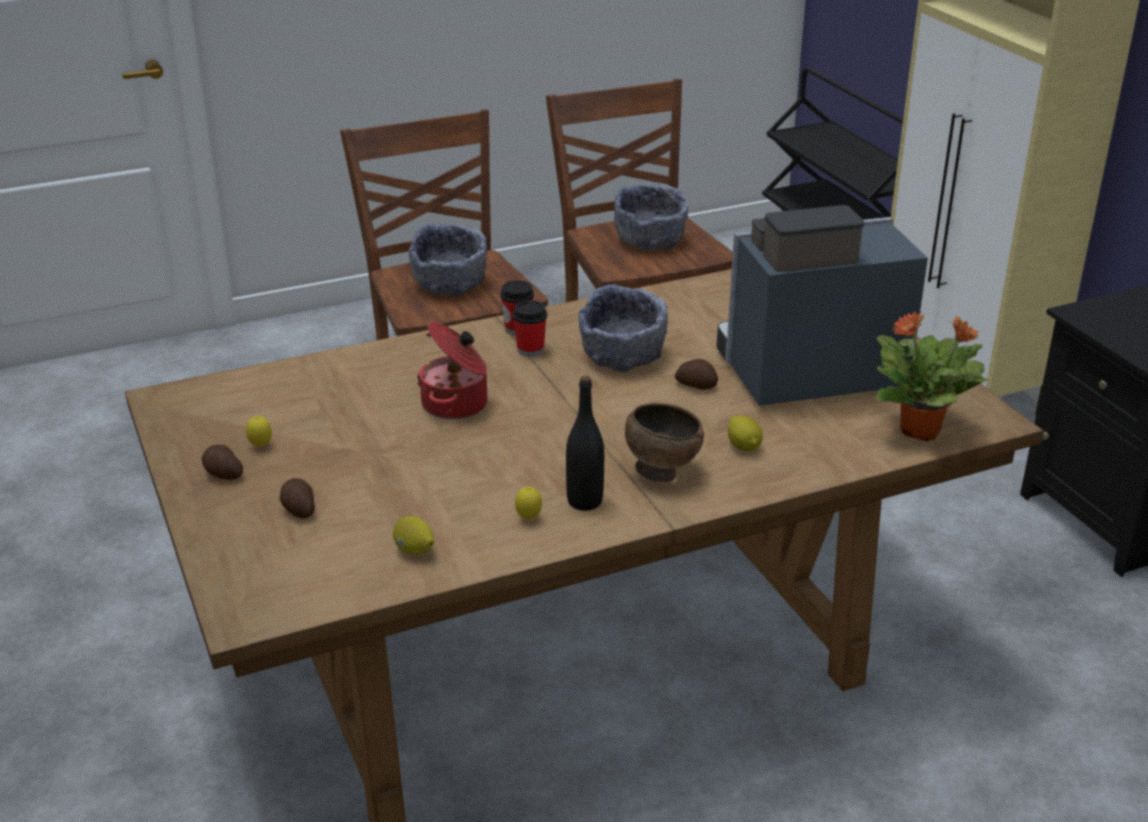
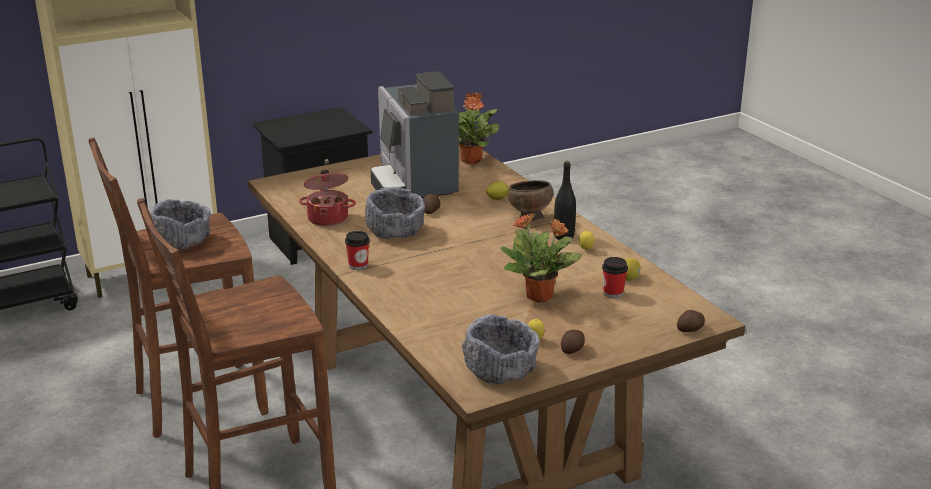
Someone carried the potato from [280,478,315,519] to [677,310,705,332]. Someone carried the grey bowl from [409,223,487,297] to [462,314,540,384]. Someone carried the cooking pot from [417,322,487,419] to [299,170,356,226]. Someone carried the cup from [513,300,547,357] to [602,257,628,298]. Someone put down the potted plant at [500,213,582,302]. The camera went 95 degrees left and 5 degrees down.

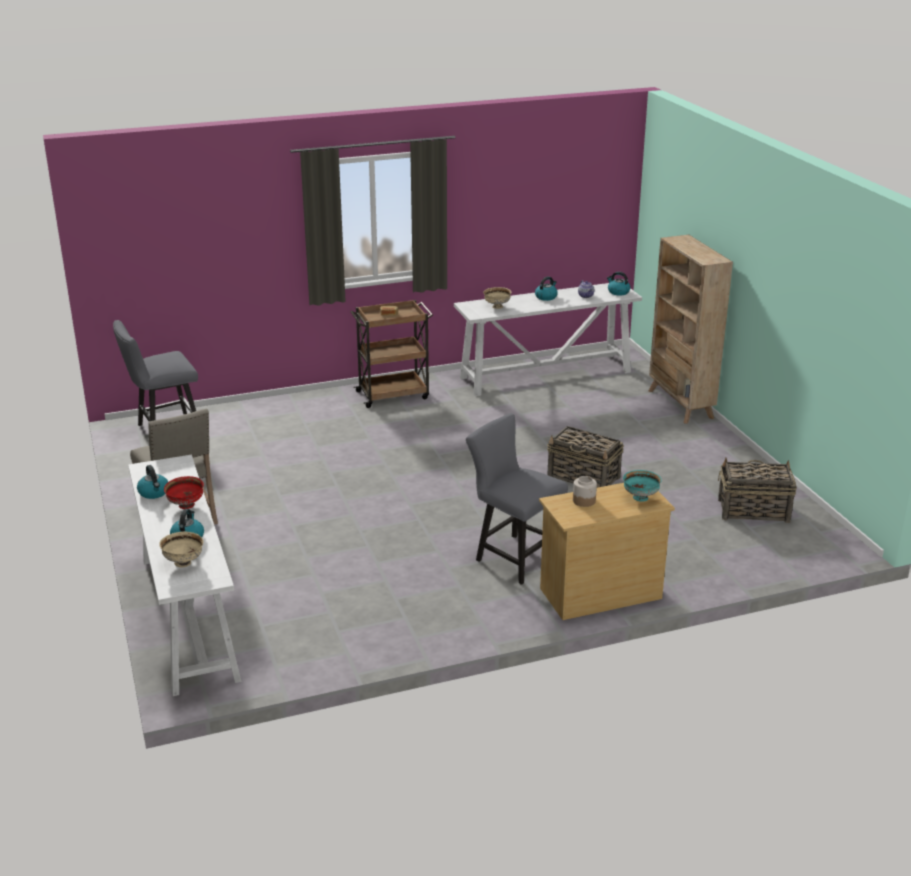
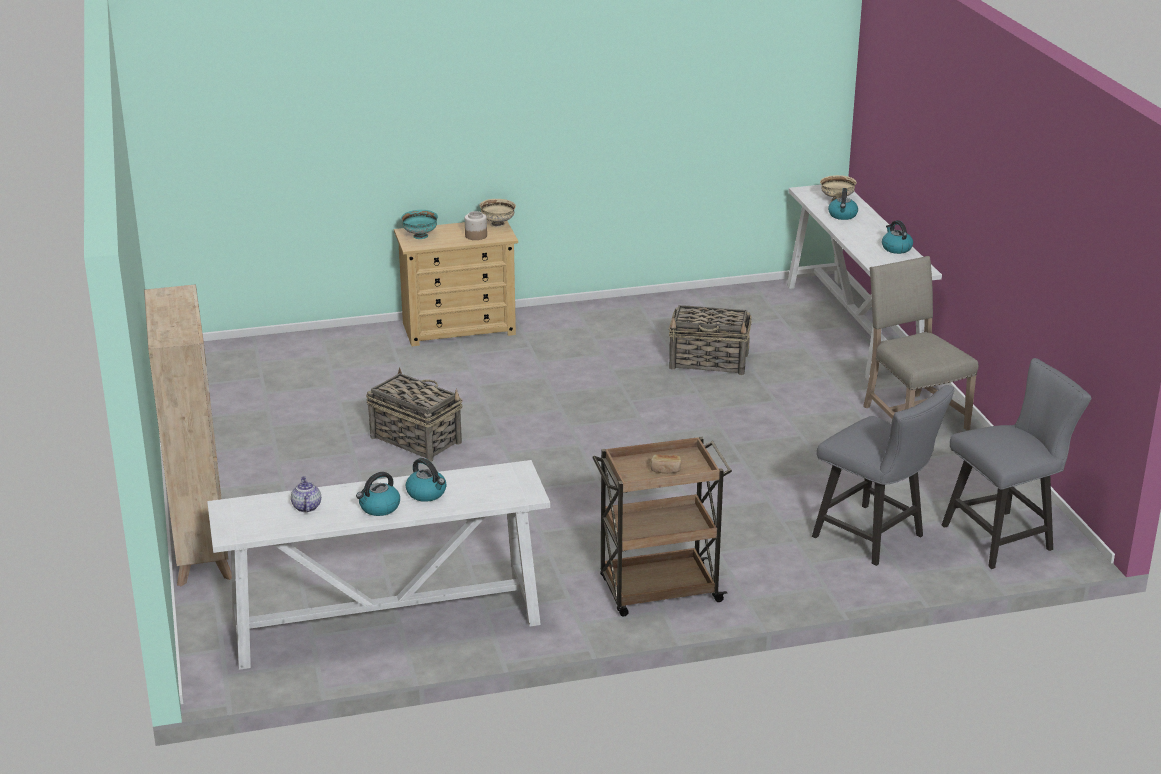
Someone took away the red bowl at [164,476,204,509]. Someone carried the grey chair from [466,413,568,585] to [812,385,955,566]. Someone carried the beige bowl from [483,287,511,309] to [480,199,516,228]. Someone carried the kettle from [607,272,630,295] to [406,458,447,502]. Someone carried the basket from [718,457,797,523] to [668,305,752,375]. The camera went 175 degrees left and 0 degrees up.

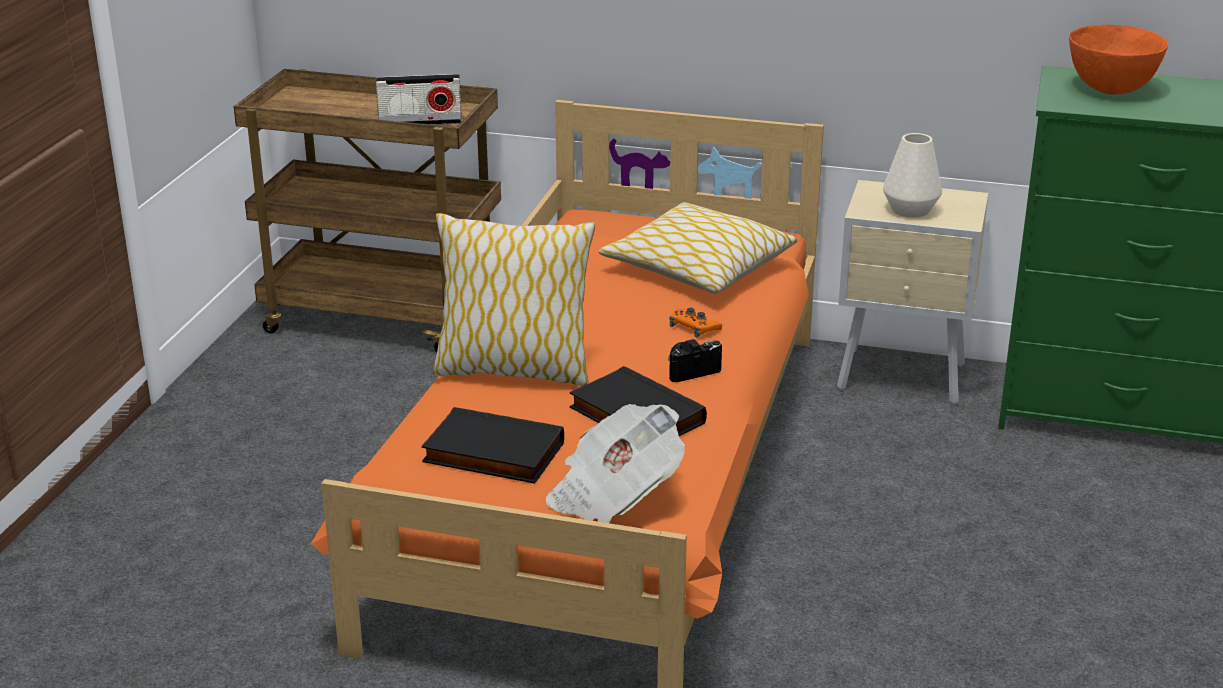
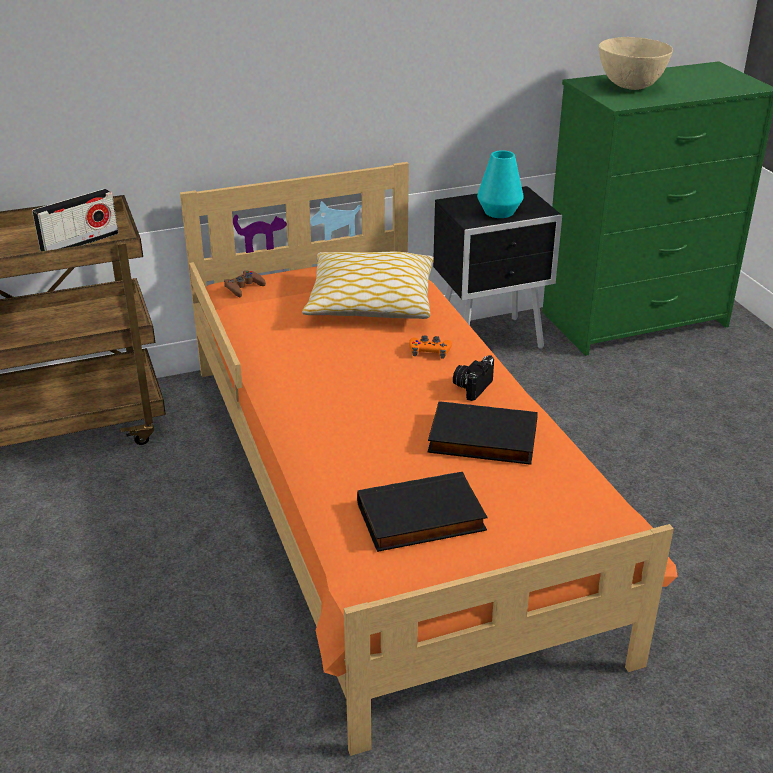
Someone took away the pillow at [433,213,595,386]. Someone took away the newspaper at [546,404,685,523]. Someone repainted the beige nightstand at [837,180,988,405], which became the black nightstand at [433,186,562,349]. Someone repainted the white vase at [883,133,942,218], which became the turquoise vase at [477,150,524,218]. Someone repainted the orange bowl at [1069,24,1168,95], which became the beige bowl at [599,37,673,90]. Someone put down the brown game controller at [224,270,266,297]. The camera went 35 degrees left and 5 degrees up.

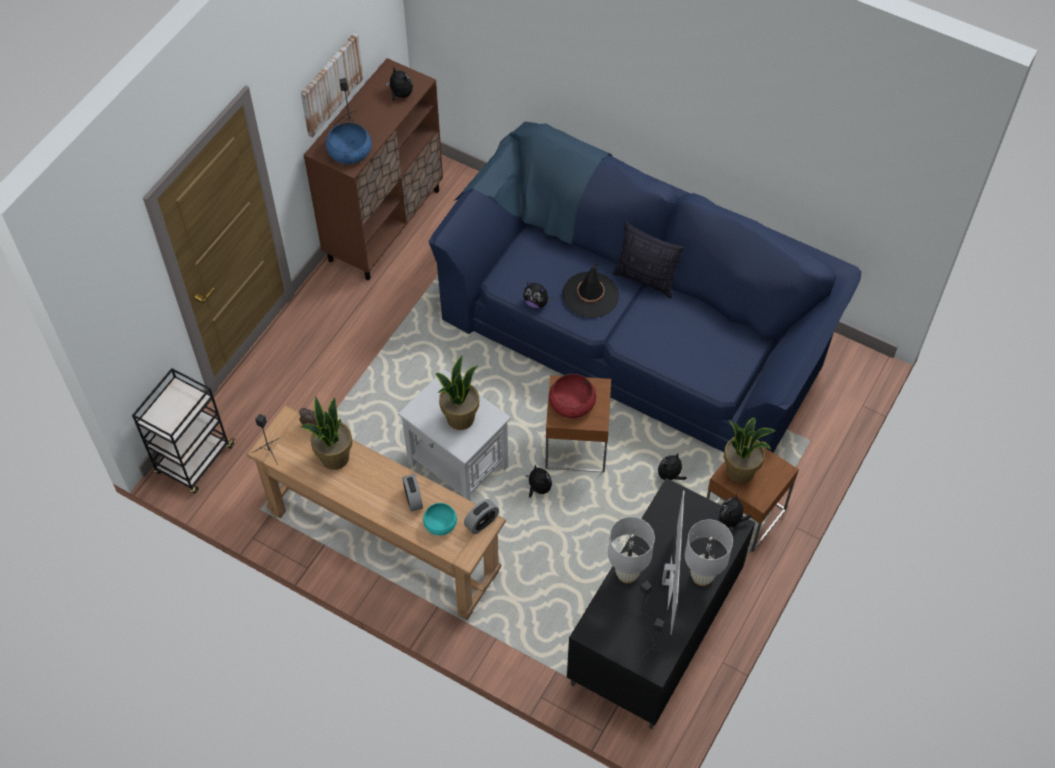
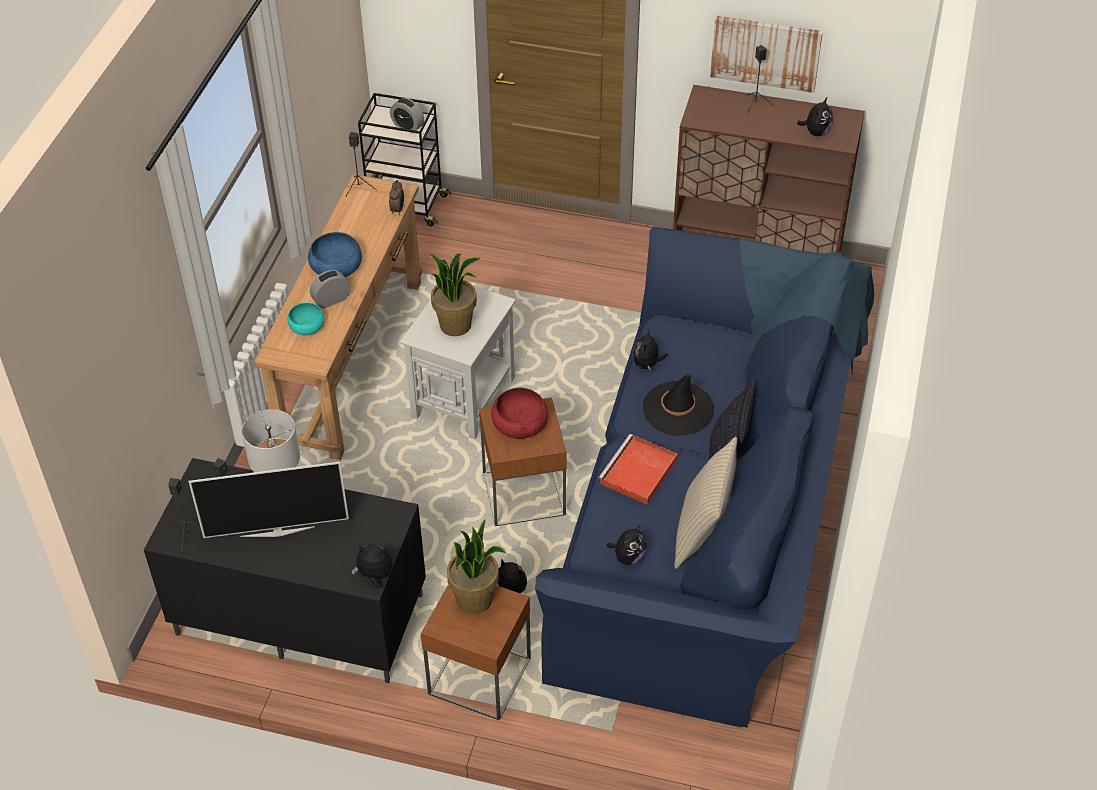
Someone took away the potted plant at [301,396,353,470]. Someone carried the blue bowl from [325,122,372,164] to [308,232,362,277]. Someone carried the alarm clock from [464,499,499,534] to [390,98,424,133]. Someone carried the plush toy from [525,464,552,498] to [607,524,646,565]. Someone took away the white table lamp at [685,520,733,586]. Someone put down the red tray at [598,434,678,504]. Someone put down the beige pillow at [674,437,737,569]. The camera went 75 degrees right and 10 degrees down.

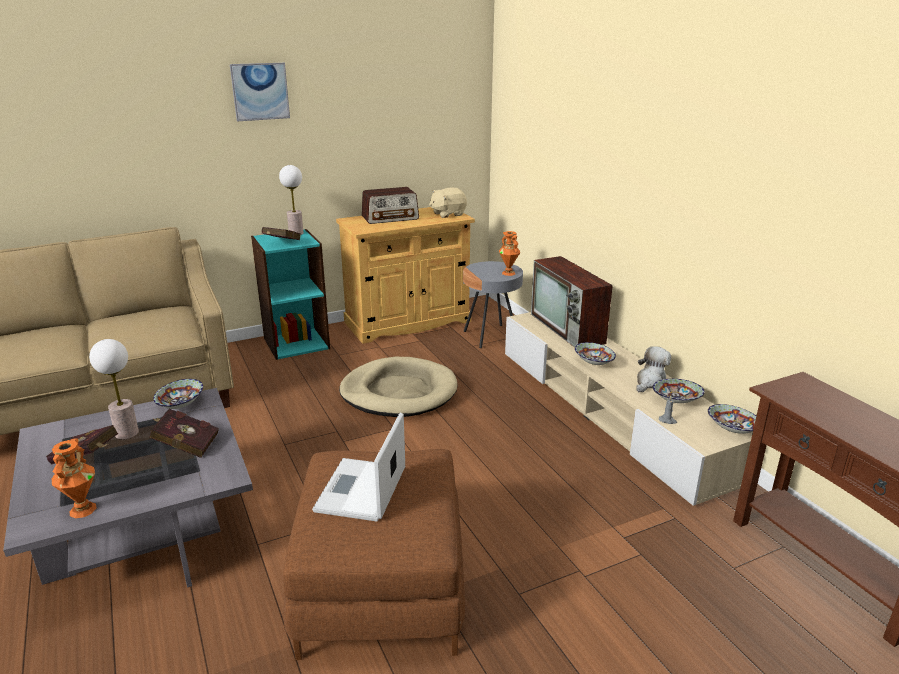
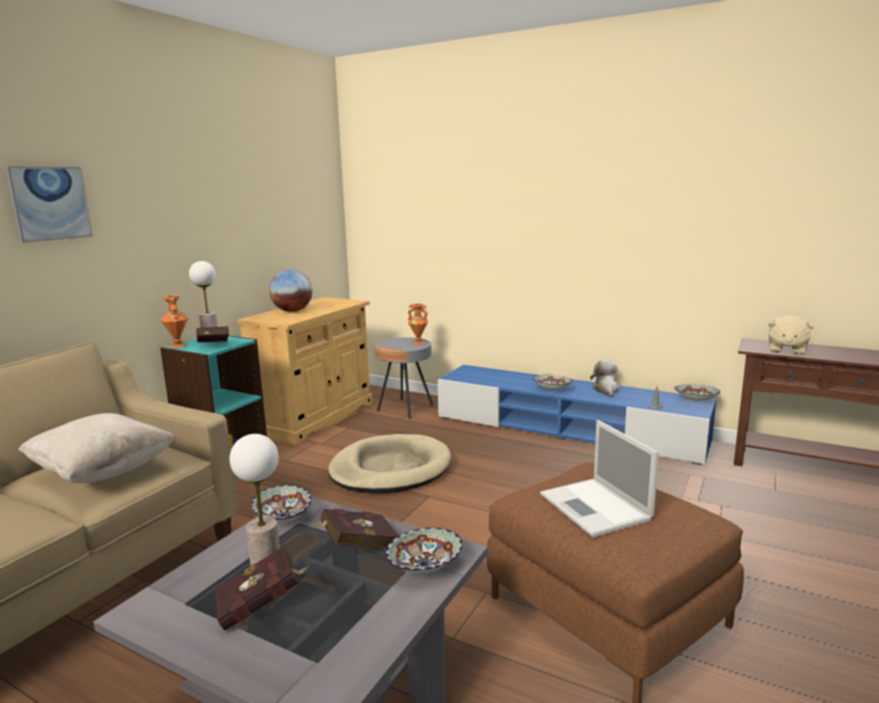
Someone carried the orange vase from [52,438,97,518] to [161,295,188,348]. Someone carried the picture from [230,63,290,121] to [5,166,92,243]. Someone swapped the radio at [361,187,419,224] for the globe at [269,269,313,312]. Someone carried the beige plush toy from [429,188,467,218] to [768,315,814,355]. Someone repainted the beige tv stand at [505,312,753,506], which became the blue tv stand at [438,365,717,465]. Someone took away the television at [531,256,613,348]. Someone carried the bowl from [653,379,705,403] to [385,528,462,574]. Someone put down the beige pillow at [18,413,176,483]. The camera went 35 degrees left and 10 degrees down.

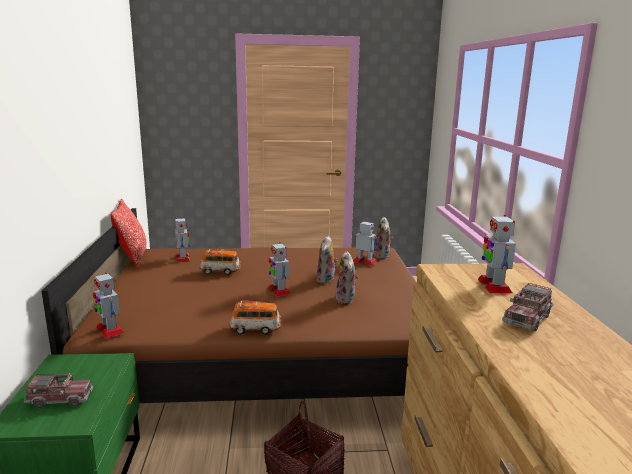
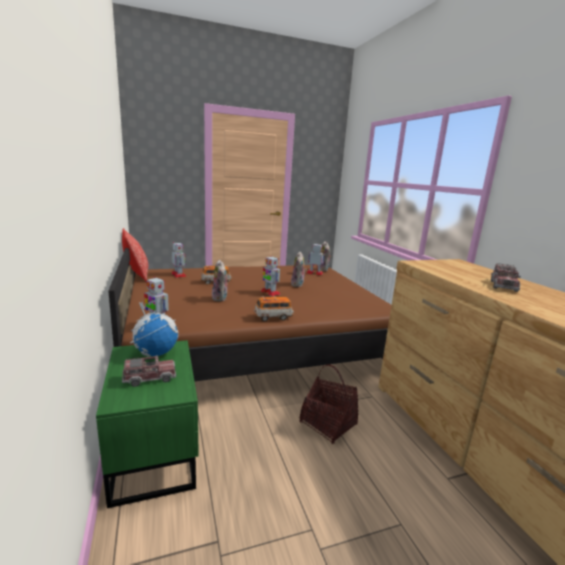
Someone carried the plush toy from [335,251,359,304] to [212,260,230,302]. Someone took away the toy robot at [478,214,516,293]. Someone put down the globe at [130,302,179,357]. The camera went 15 degrees left and 0 degrees up.

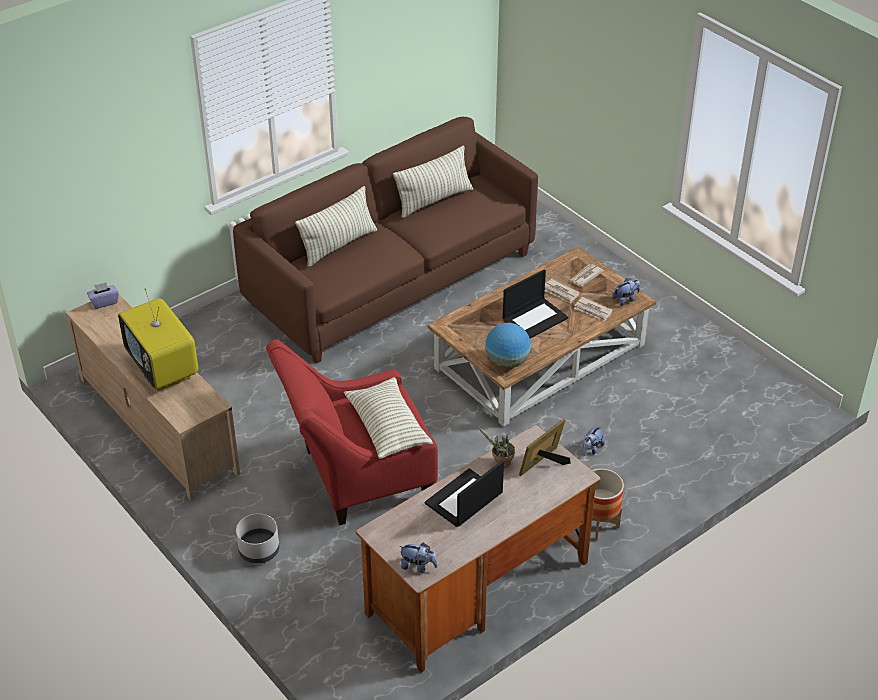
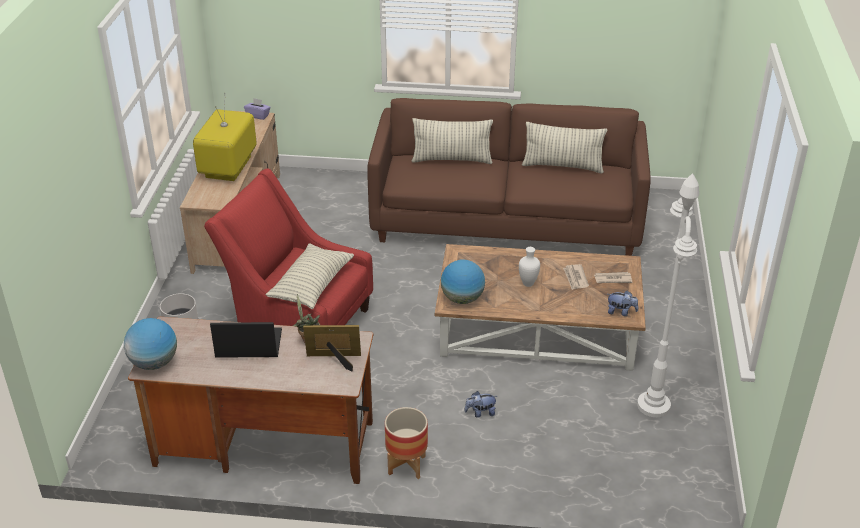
Someone swapped the plush toy at [399,542,438,573] for the globe at [124,318,177,370]. Someone swapped the laptop at [503,269,568,339] for the white vase at [519,247,540,287]. Someone took away the newspaper at [574,297,613,322]. Someone put down the white floor lamp at [637,173,699,417]. The camera went 45 degrees right and 5 degrees down.

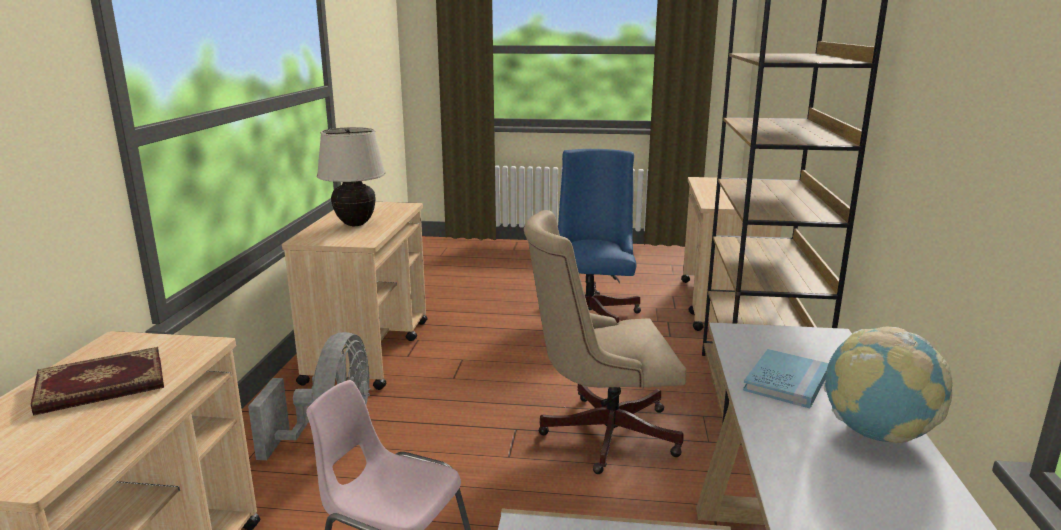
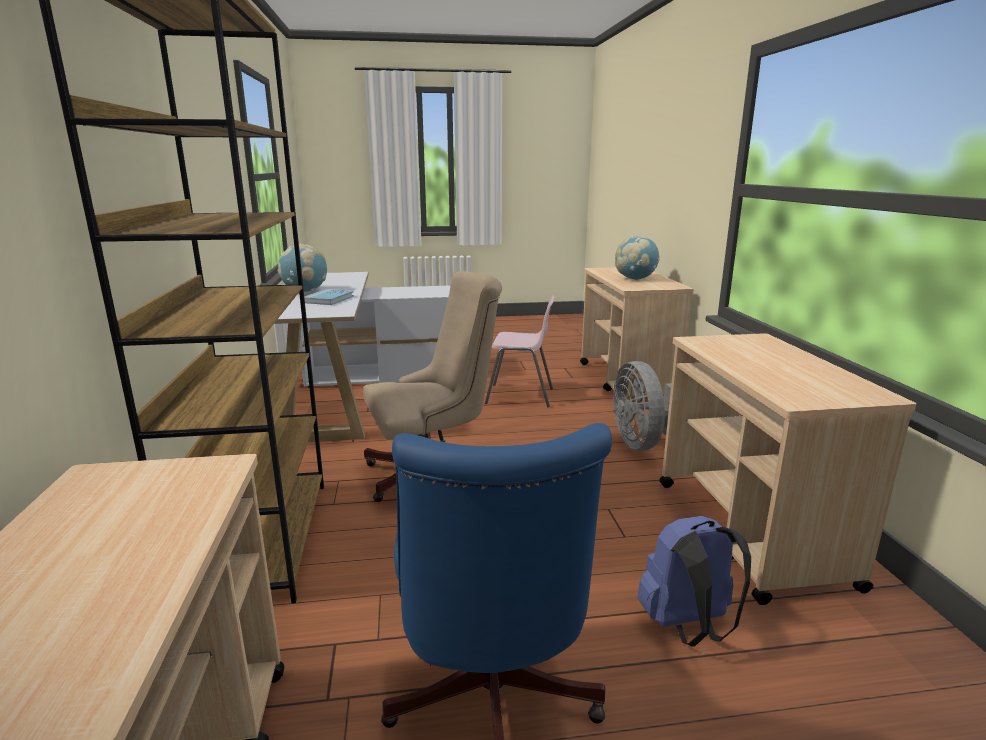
Someone swapped the book at [31,347,164,416] for the globe at [615,235,660,280]. Someone took away the beige table lamp at [317,127,386,226]. Someone put down the blue backpack at [638,516,751,646]. The camera went 165 degrees right and 0 degrees up.

